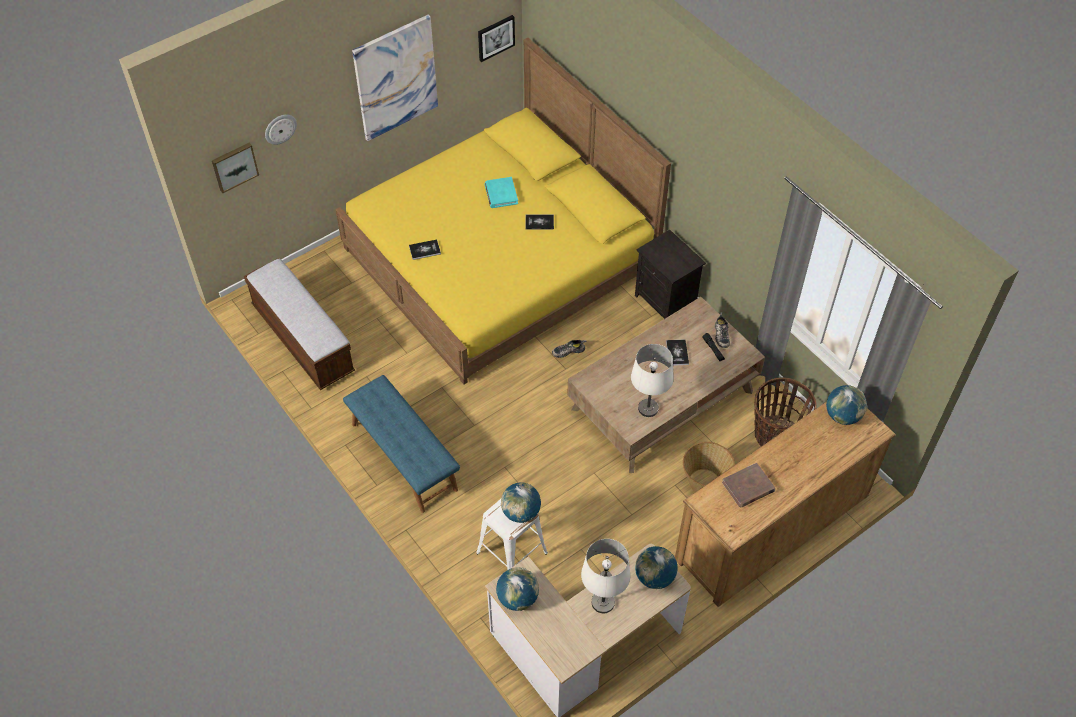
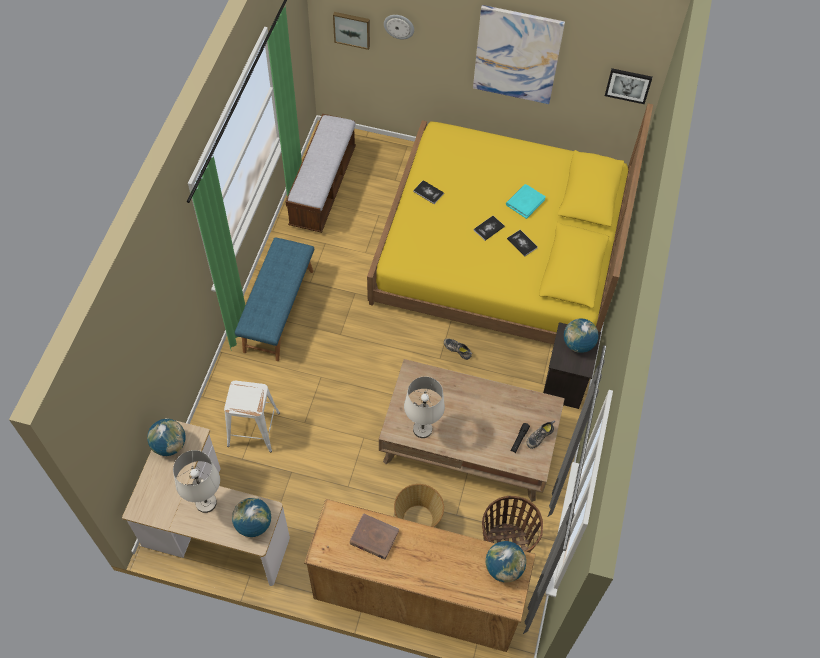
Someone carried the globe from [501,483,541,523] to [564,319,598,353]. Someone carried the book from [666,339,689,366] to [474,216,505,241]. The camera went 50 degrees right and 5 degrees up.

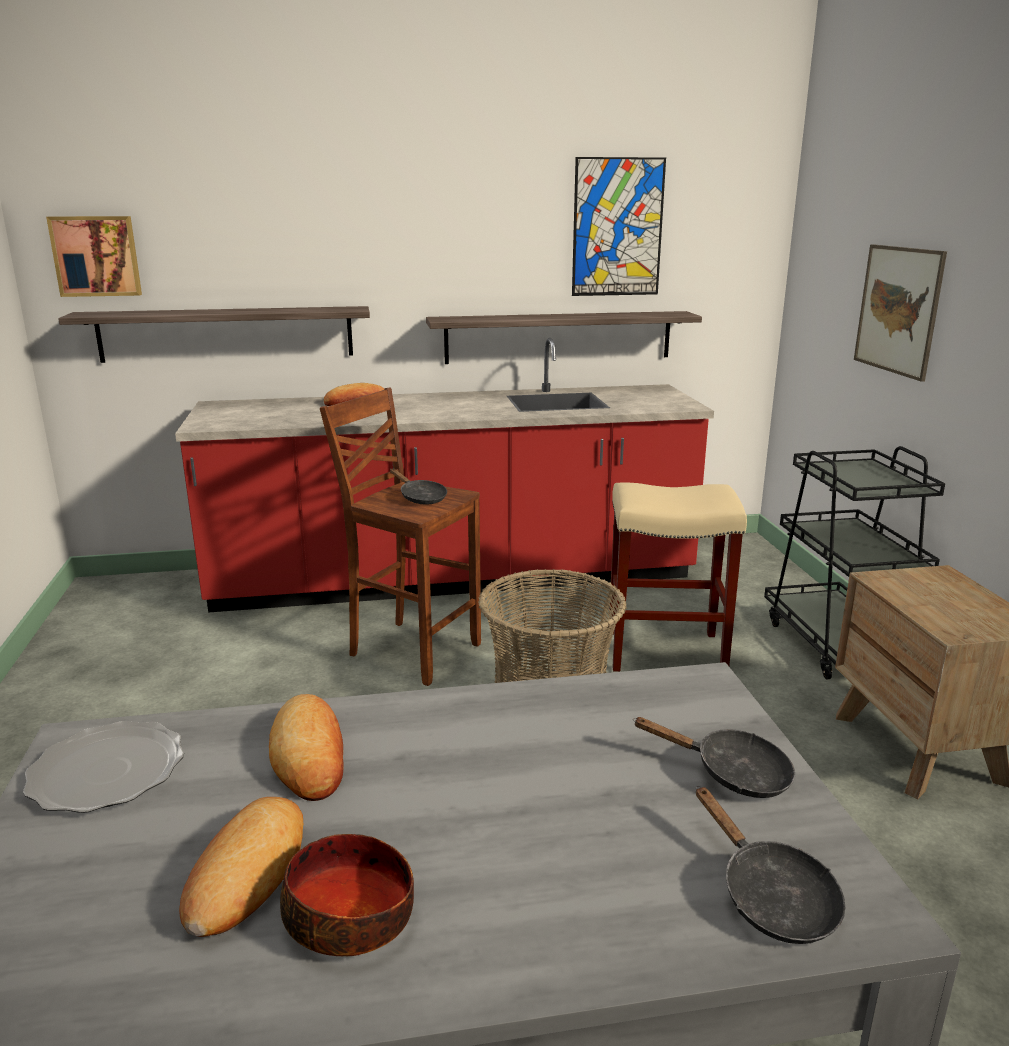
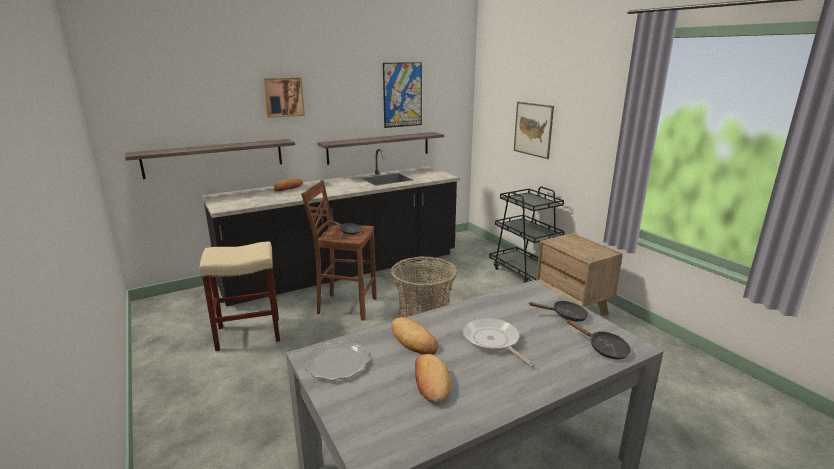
Someone carried the picture from [46,216,142,297] to [263,77,305,118]. Someone repainted the red counter at [175,338,714,612], which became the black counter at [202,149,460,306]. Someone took away the bowl at [280,834,414,956]. Someone carried the beige stool from [609,483,747,672] to [199,241,280,351]. Someone put down the frying pan at [463,318,534,367]. The camera went 20 degrees left and 0 degrees up.

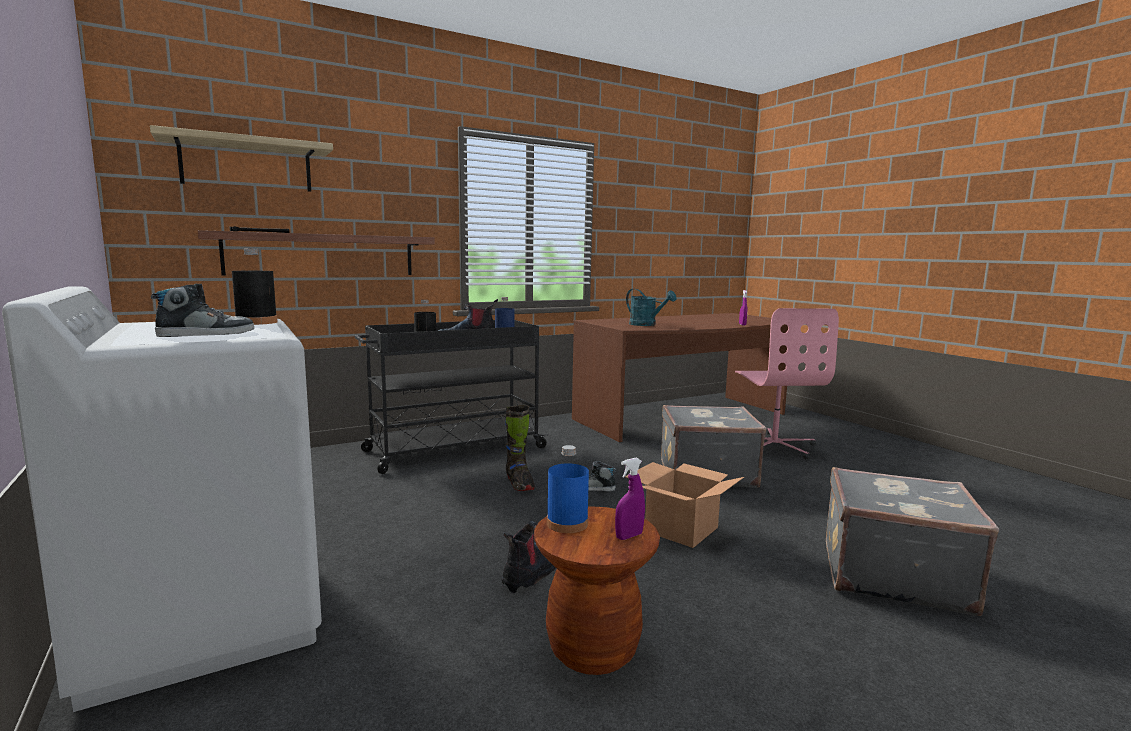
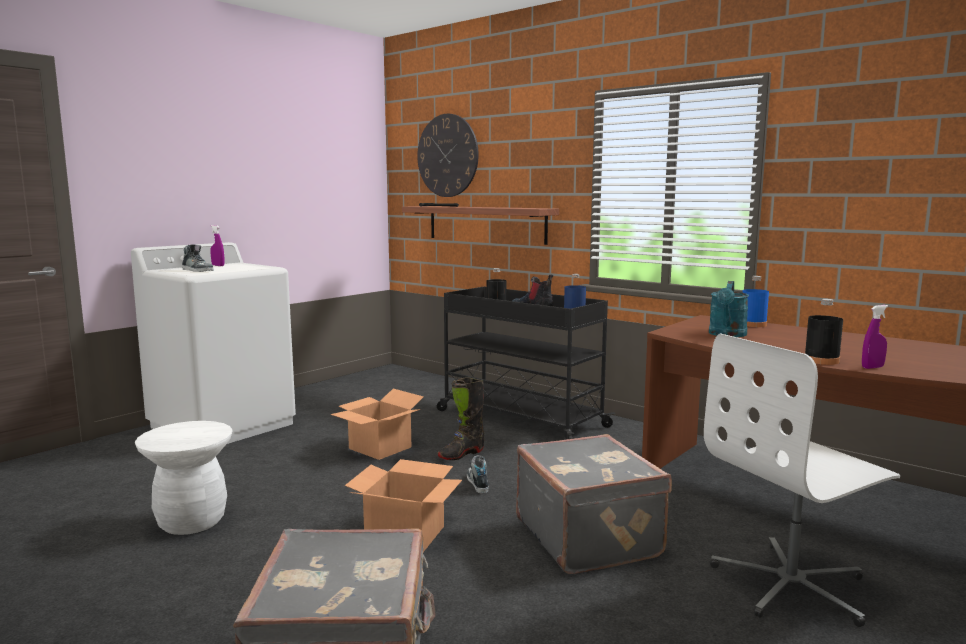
Someone swapped the shelf at [150,125,333,192] for the wall clock at [417,114,479,197]. Someone carried the black bottle from [232,249,278,325] to [805,299,843,365]. Someone took away the boot at [501,521,556,593]. Someone repainted the brown stool at [534,506,660,675], which became the white stool at [135,421,232,535]. Someone carried the blue bottle from [547,445,589,533] to [742,276,769,327]. Someone carried the purple spray bottle from [615,458,645,540] to [210,225,225,266]. Someone repainted the pink office chair at [735,308,839,459], which became the white office chair at [704,334,900,627]. Someone put down the cardboard box at [330,389,424,460]. The camera went 70 degrees right and 0 degrees up.

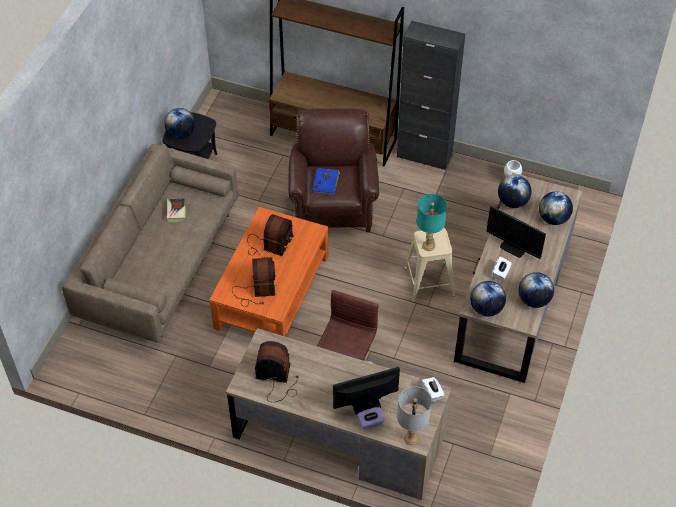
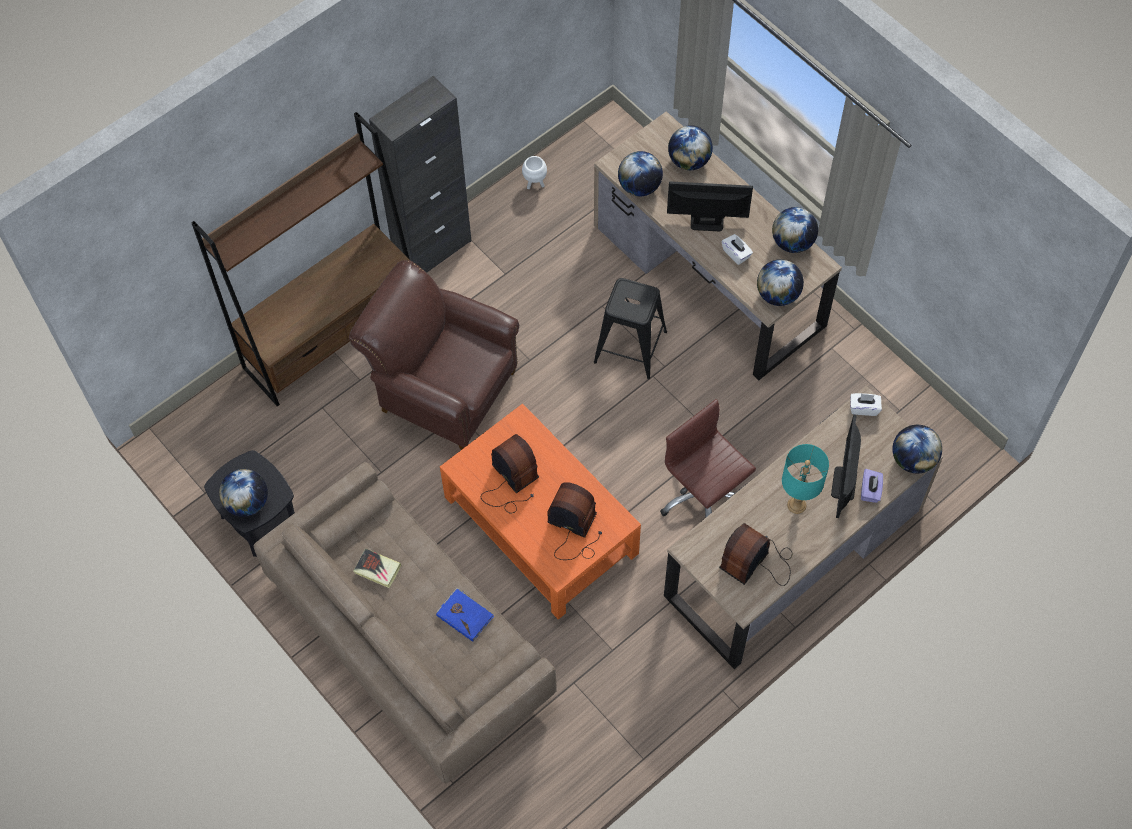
Someone carried the blue book from [312,168,340,195] to [436,588,494,642]. Someone swapped the grey table lamp at [397,386,432,445] for the globe at [892,425,942,474]. Someone repainted the beige stool at [404,228,455,302], which became the black stool at [594,278,667,379]. Someone carried the turquoise table lamp from [417,194,447,251] to [782,444,829,514]. Someone rotated the monitor at [486,206,546,259] by 150 degrees counterclockwise. The camera went 60 degrees left and 10 degrees up.

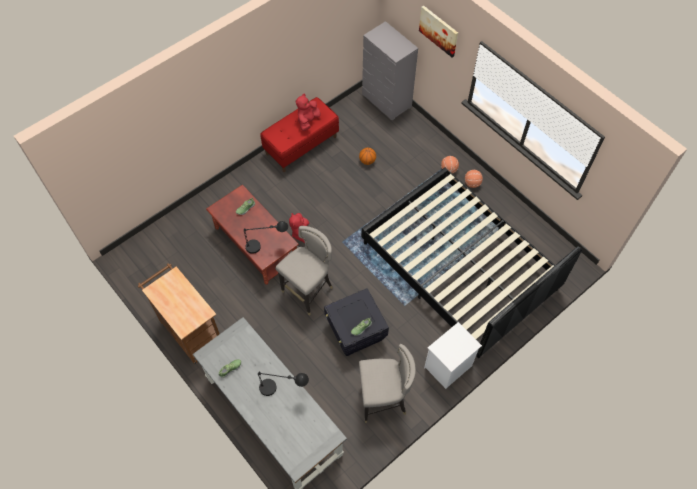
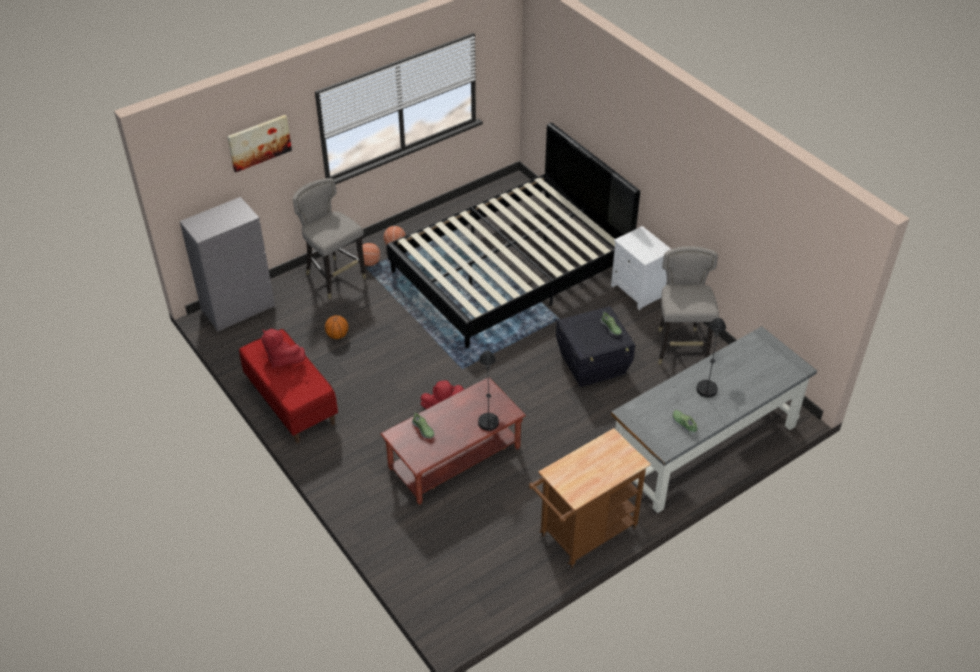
Someone carried the grey stool from [275,226,333,316] to [293,178,366,299]. The camera went 85 degrees left and 15 degrees down.

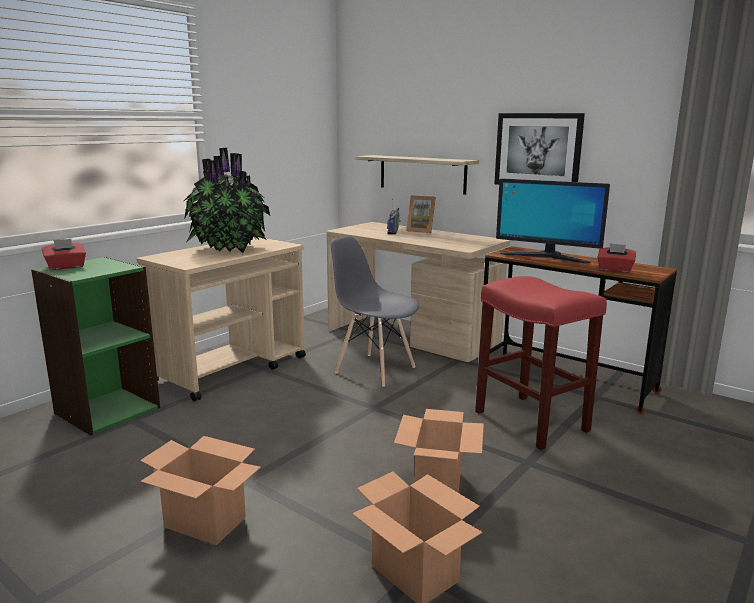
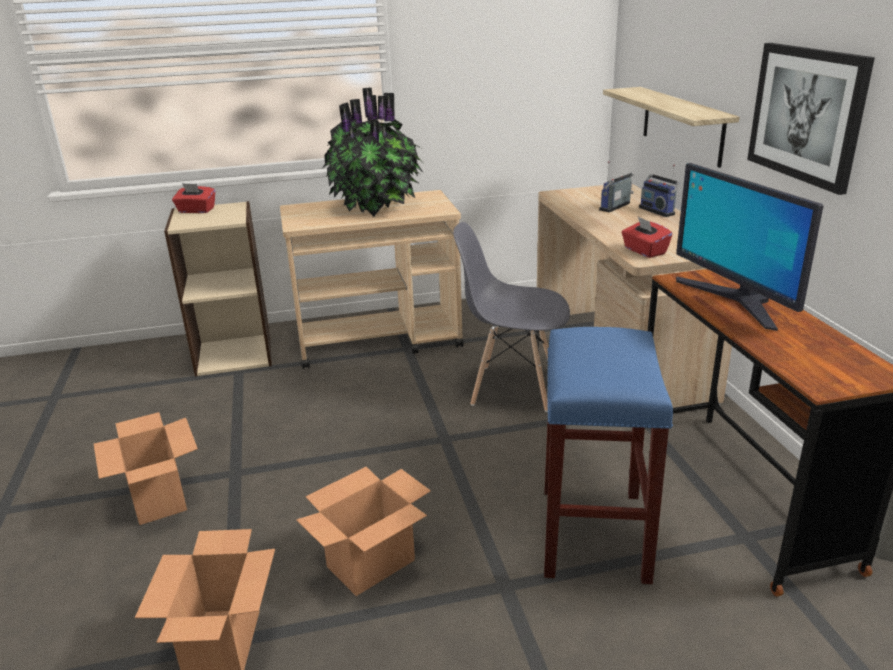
Someone repainted the green bookcase at [31,257,160,436], which became the beige bookcase at [164,201,272,377]. Someone rotated the grey chair at [331,236,419,387] by 60 degrees counterclockwise. Someone swapped the picture frame at [406,195,436,233] for the radio at [639,165,680,217]. Someone repainted the red stool at [475,276,607,450], which became the blue stool at [544,327,673,584]. Someone carried the red tissue box from [598,243,636,273] to [621,217,673,258]. The camera went 40 degrees right and 10 degrees up.

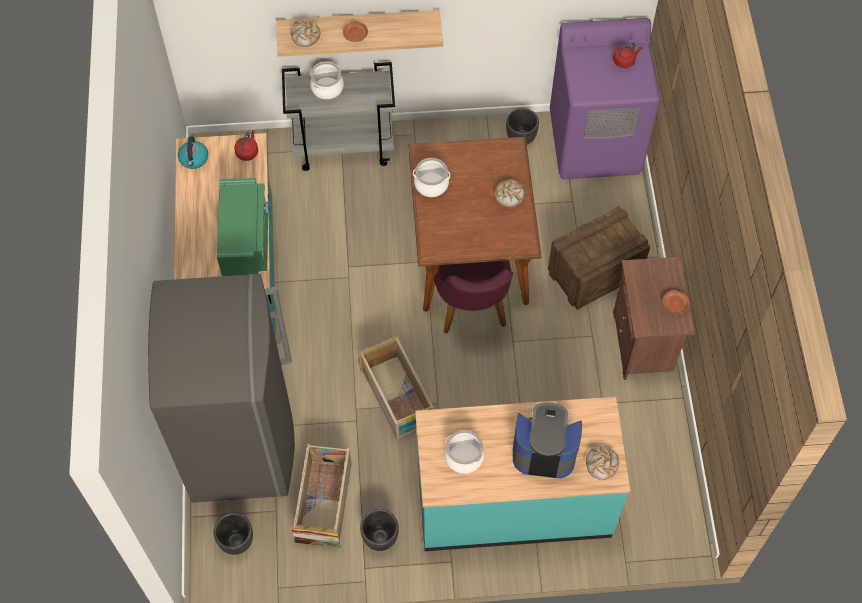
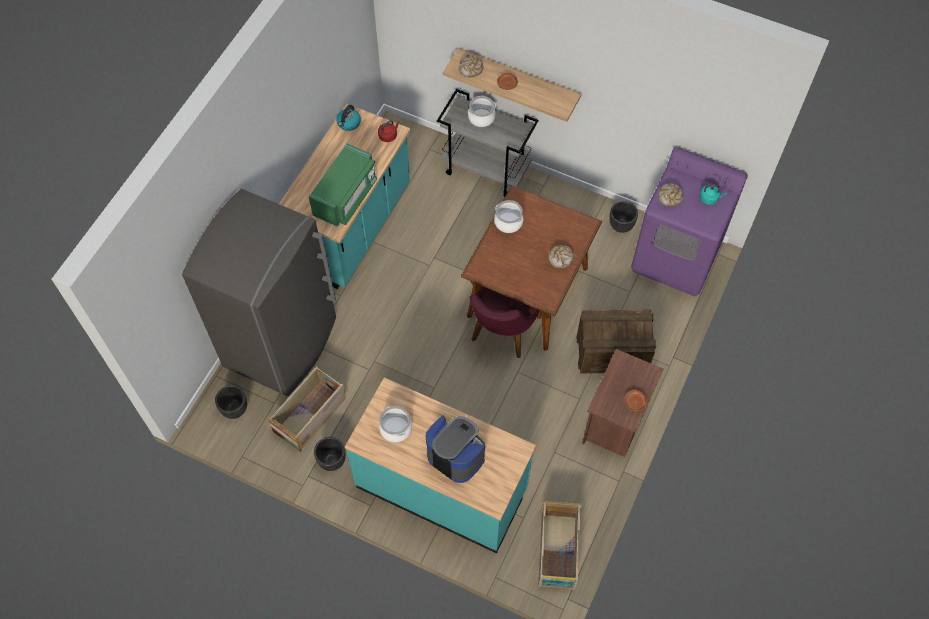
Someone carried the crate from [358,336,434,440] to [538,501,582,590]. Someone carried the bread from [586,446,620,480] to [658,183,684,207]. Someone repainted the red kettle at [613,43,642,68], which became the turquoise kettle at [700,185,727,205]. The camera went 30 degrees right and 0 degrees up.

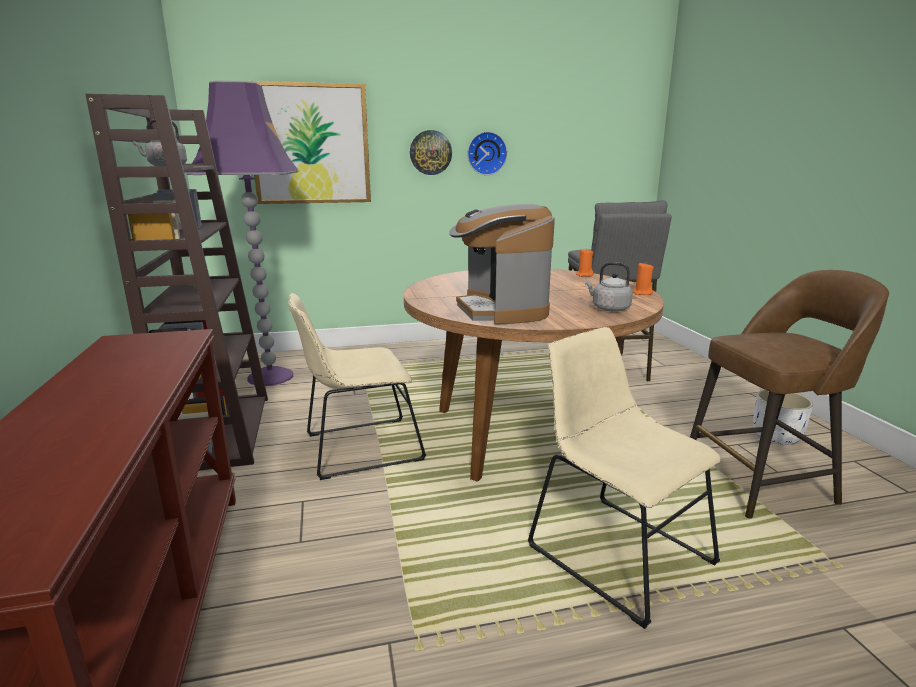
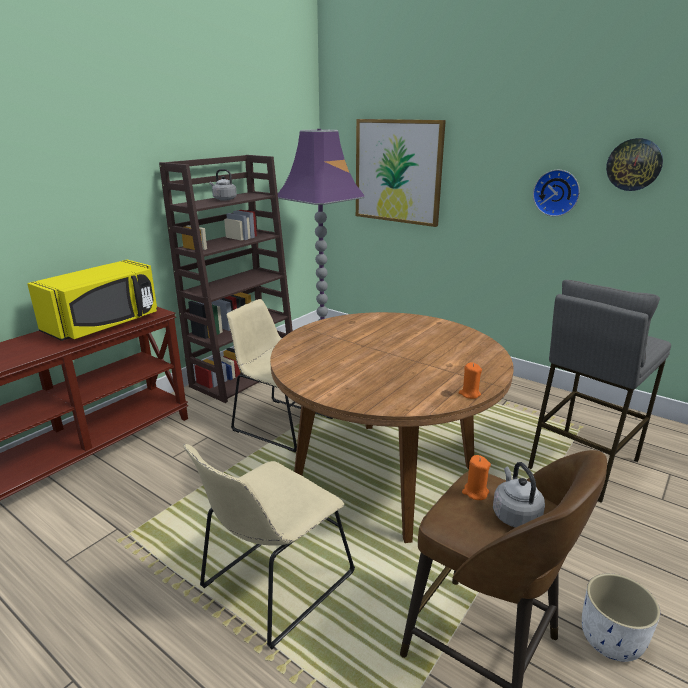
Someone carried the wall clock from [410,130,452,175] to [606,138,663,191]. Someone took away the coffee machine at [449,204,555,325]. Someone rotated the beige chair at [528,327,721,629] by 150 degrees counterclockwise. Someone carried the orange candle from [576,248,594,277] to [462,455,491,500]. Someone carried the grey kettle from [585,262,633,311] to [493,462,545,527]. Someone put down the yellow microwave at [27,260,157,341]. The camera went 50 degrees right and 5 degrees up.

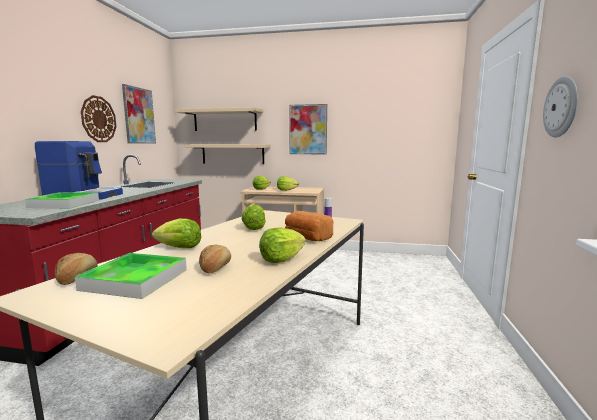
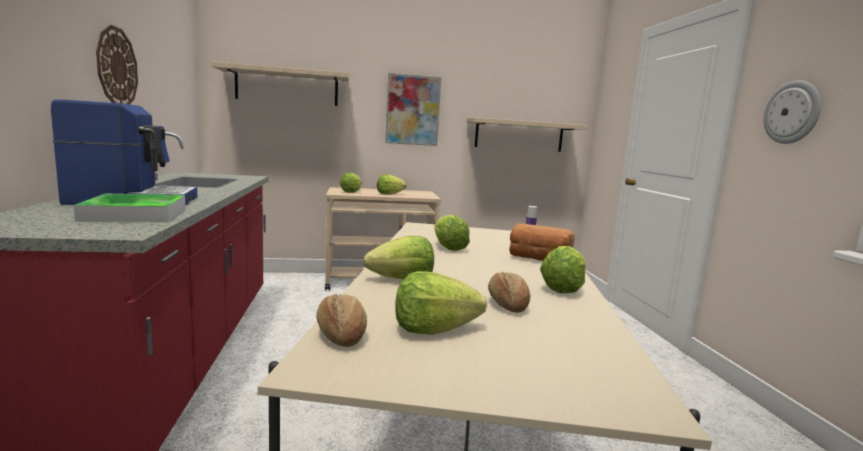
Someone swapped the tray at [75,253,187,299] for the lettuce at [395,271,487,335]. Someone took away the picture at [122,84,156,143]. Someone carried the beige shelf from [185,144,271,164] to [466,117,588,152]. The camera went 20 degrees left and 0 degrees up.

